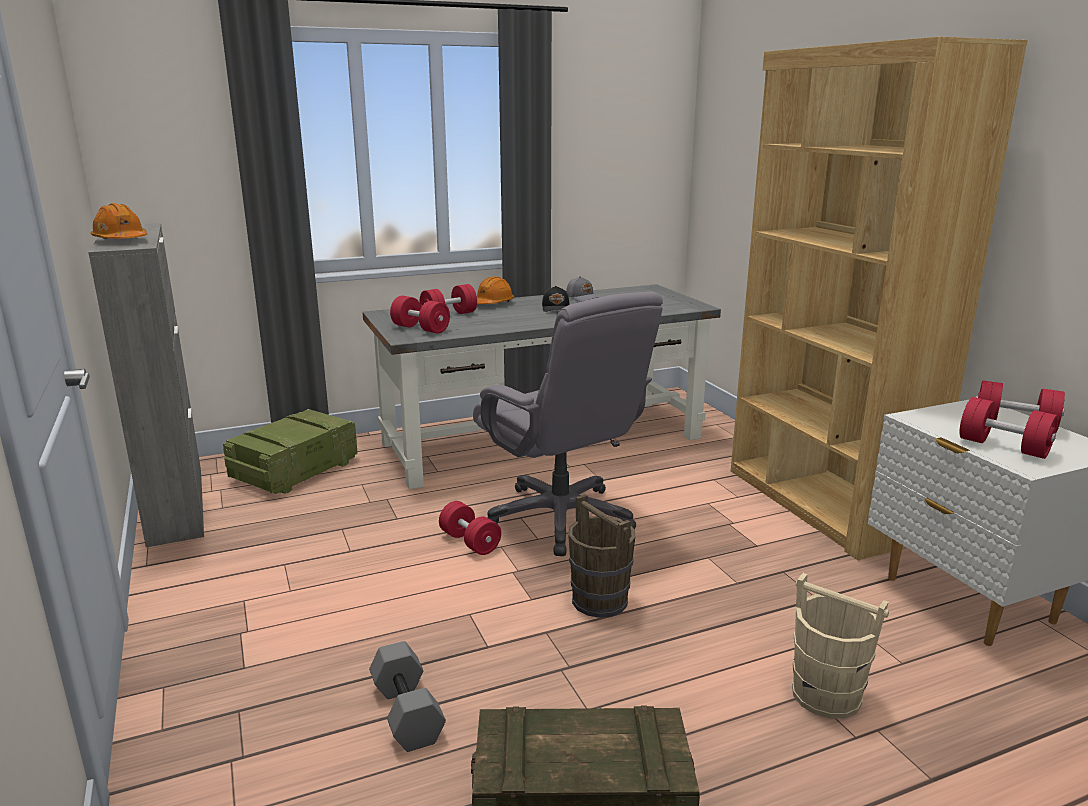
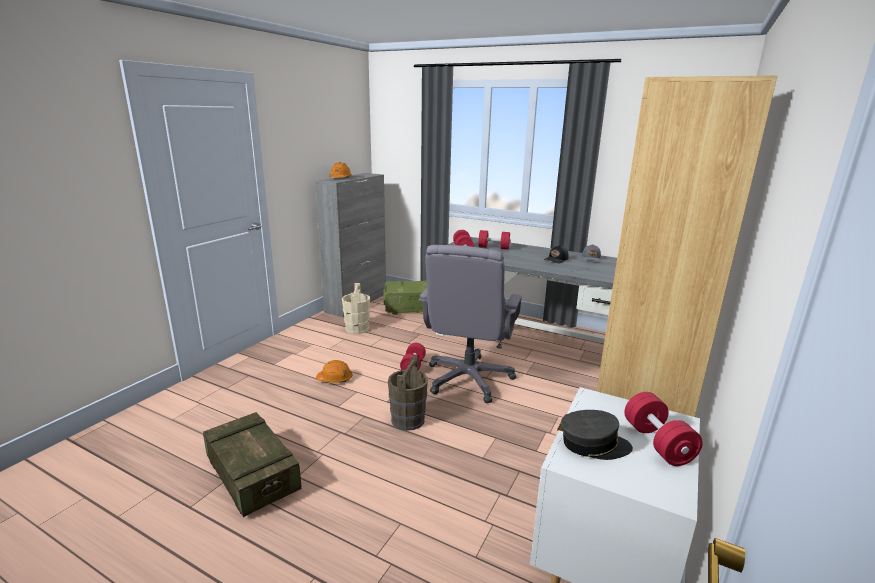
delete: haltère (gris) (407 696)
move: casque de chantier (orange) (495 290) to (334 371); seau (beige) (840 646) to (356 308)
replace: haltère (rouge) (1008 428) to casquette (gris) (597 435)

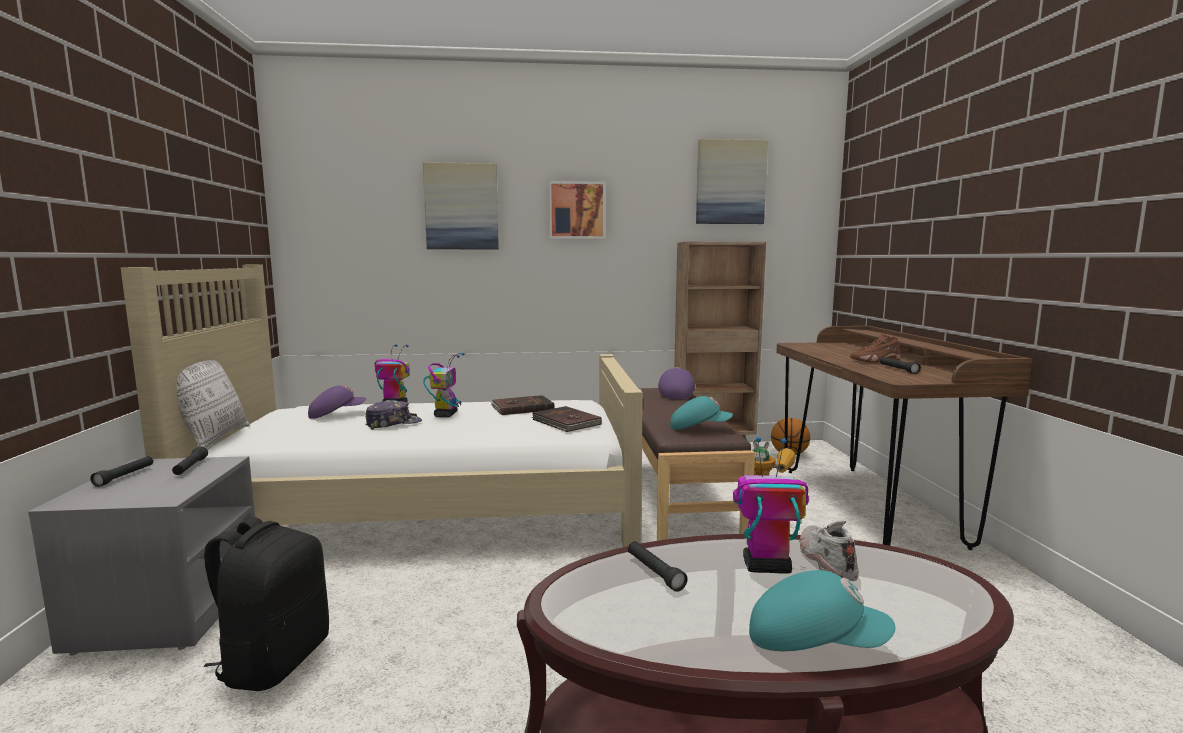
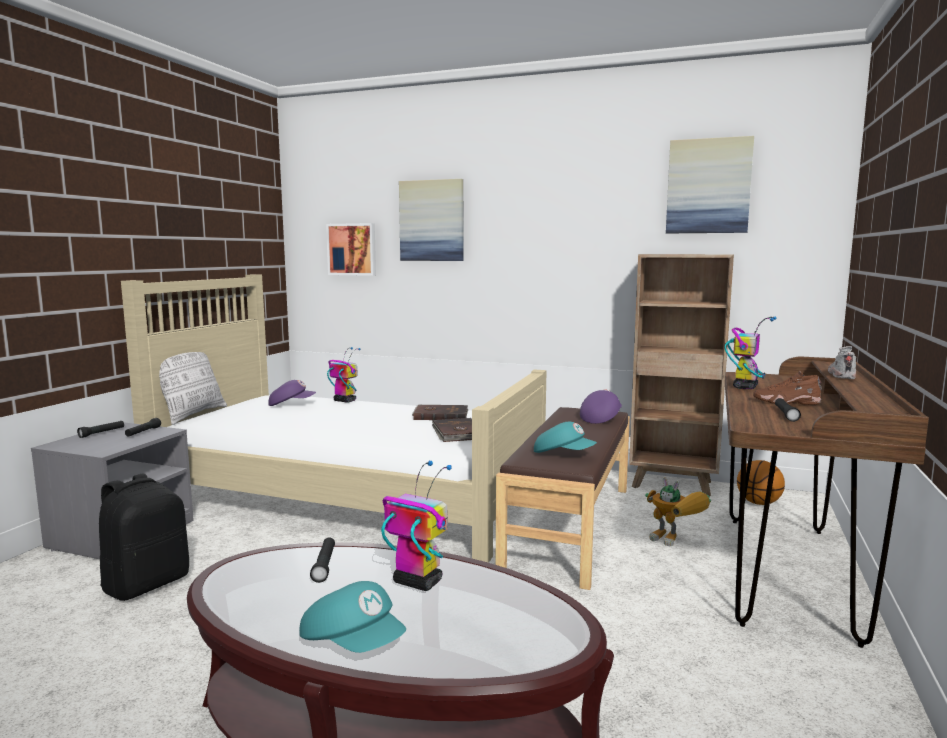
delete: casquette (393 415)
move: tableau (577 210) to (351 249); robot jouet (443 385) to (750 353); chaussure (blanc) (829 551) to (842 362)

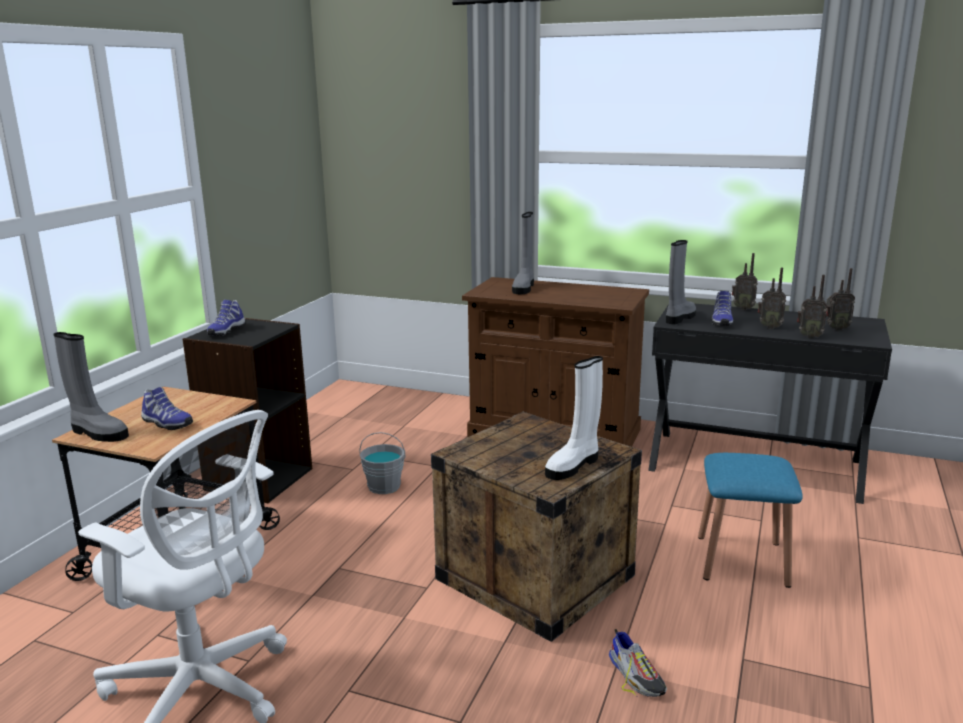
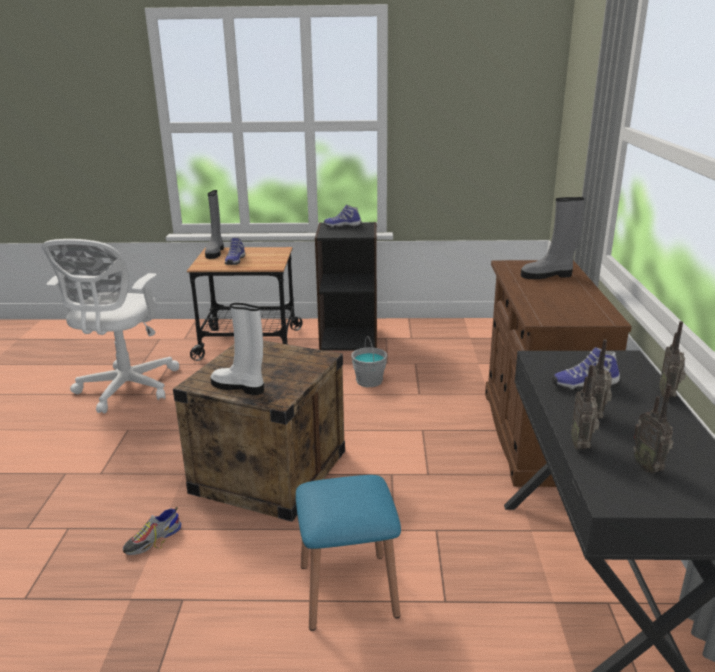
delete: botte (gris) (681 282)

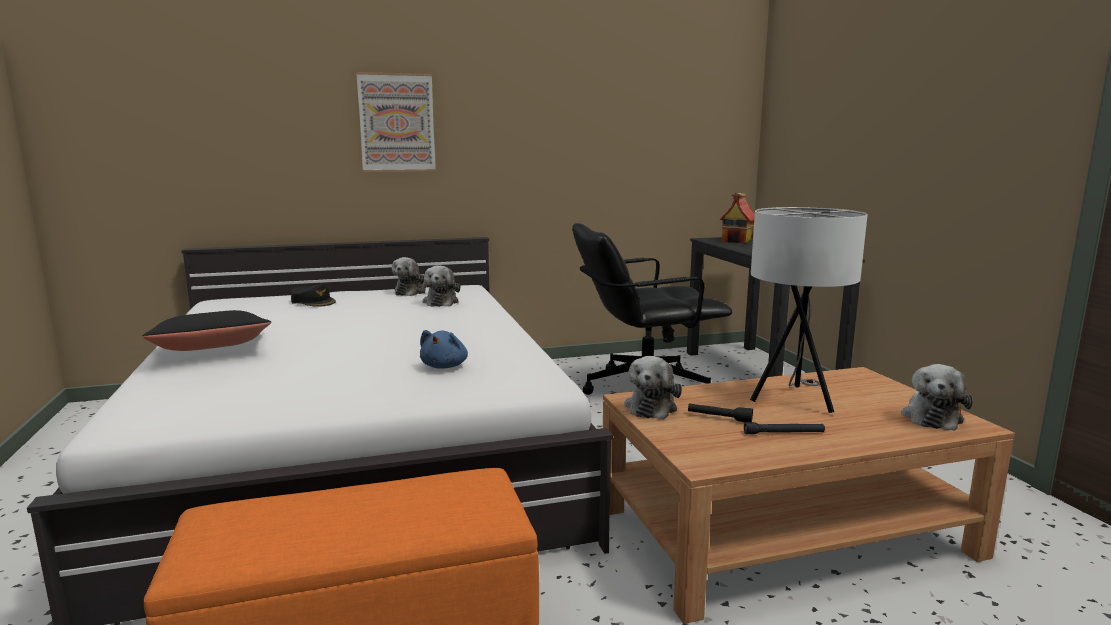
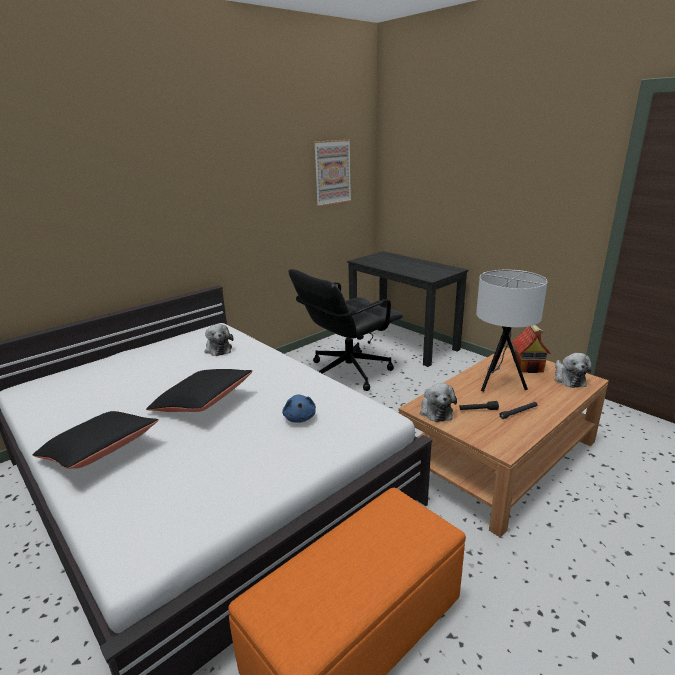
delete: casquette (noir) (313 295); peluche (409 276)
insert: coussin (noir) (199 390)
move: tableau (396 122) to (333 173); maison miniature (737 218) to (531 349)

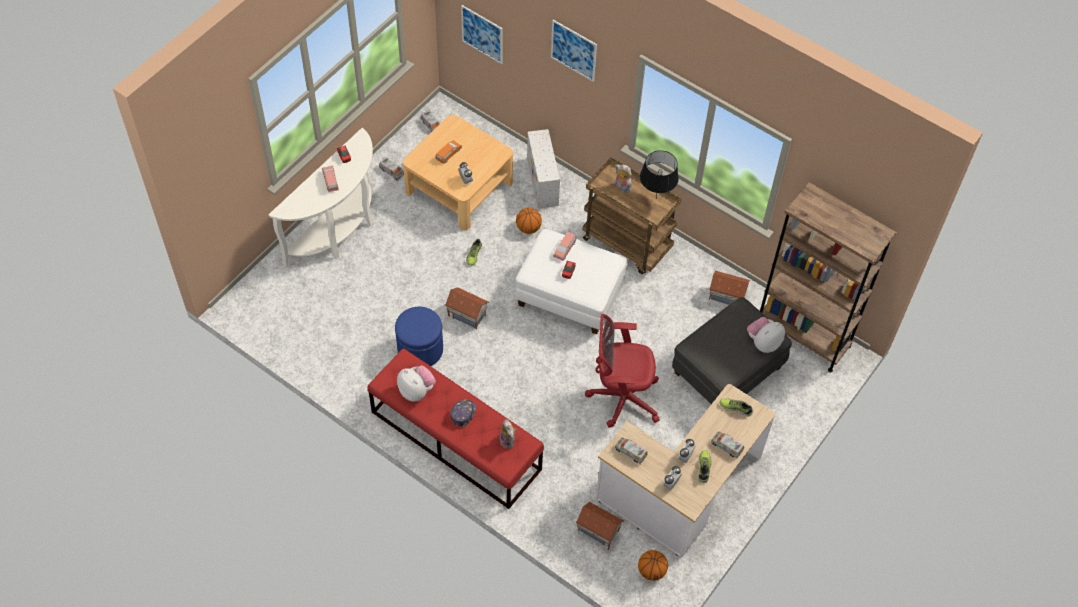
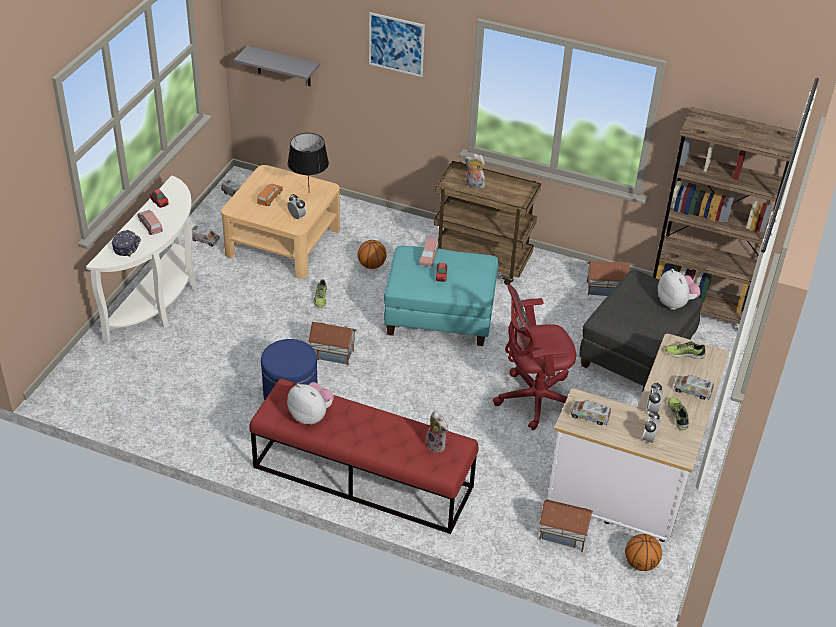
delete: boîte de rangement (blanc) (543 168)
move: casquette (463 413) to (126 243); lampe de table (noir) (659 174) to (308 158)
replace: tableau (482 34) to étagère (gris) (277 66)
recolor: pouf (blanc) (571 281) to pouf (turquoise) (441 296)
rotate: peluche (766 335) = (679 289) 120 degrees clockwise

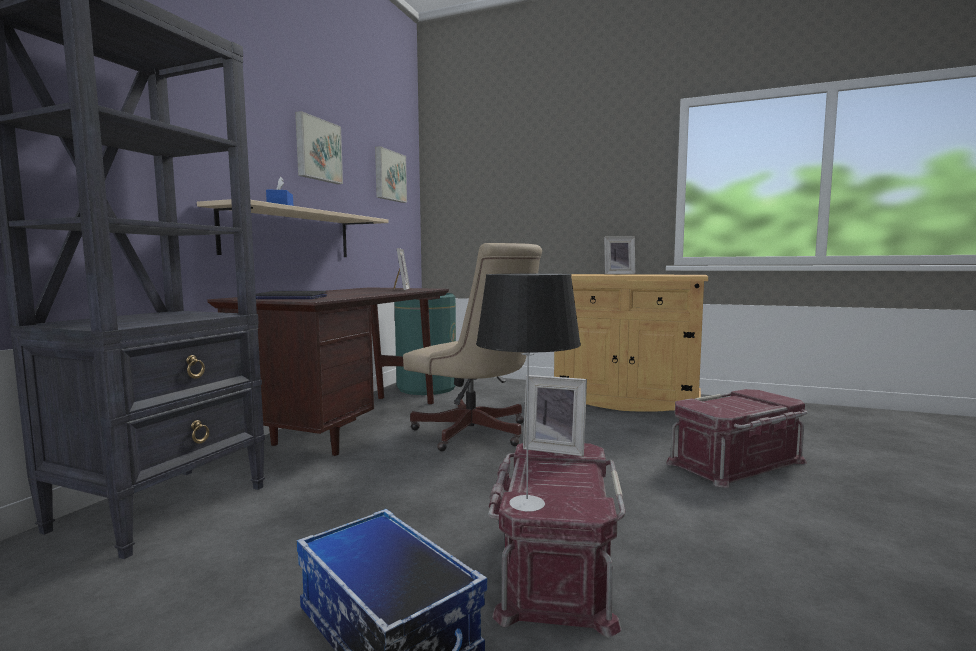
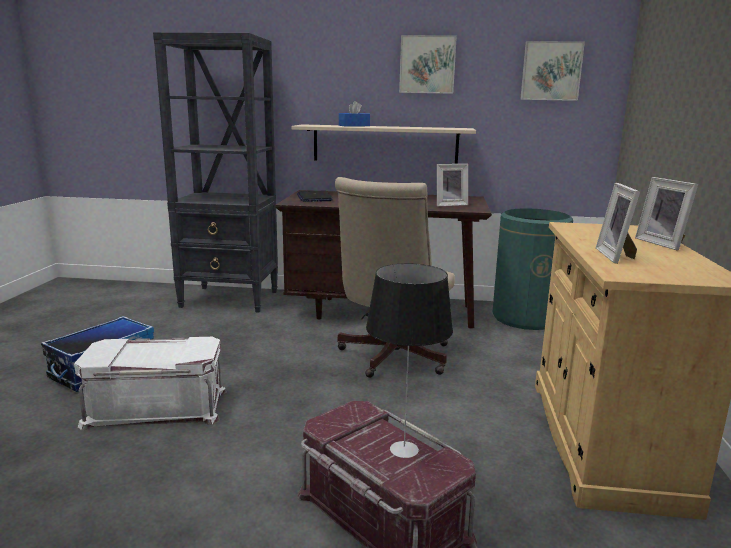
move: lampe de table (528 392) to (409 360); cadre photo (555 415) to (618 223)
recolor: boîte de rangement (rouge) (557 540) to boîte de rangement (blanc) (150 383)

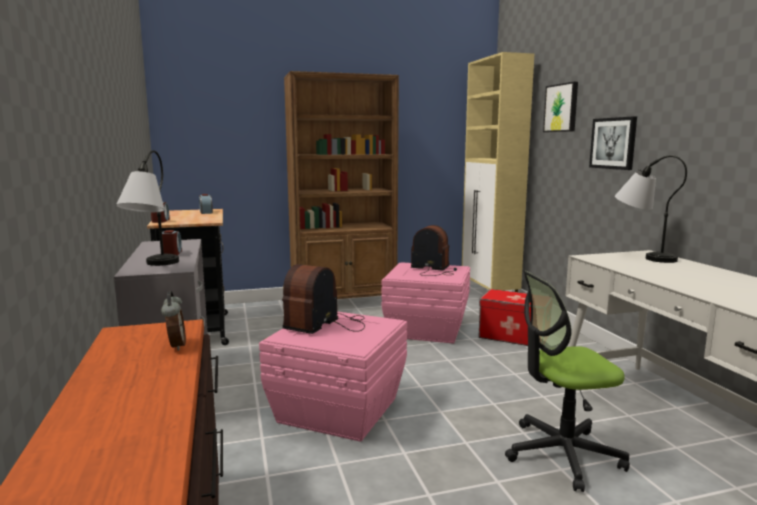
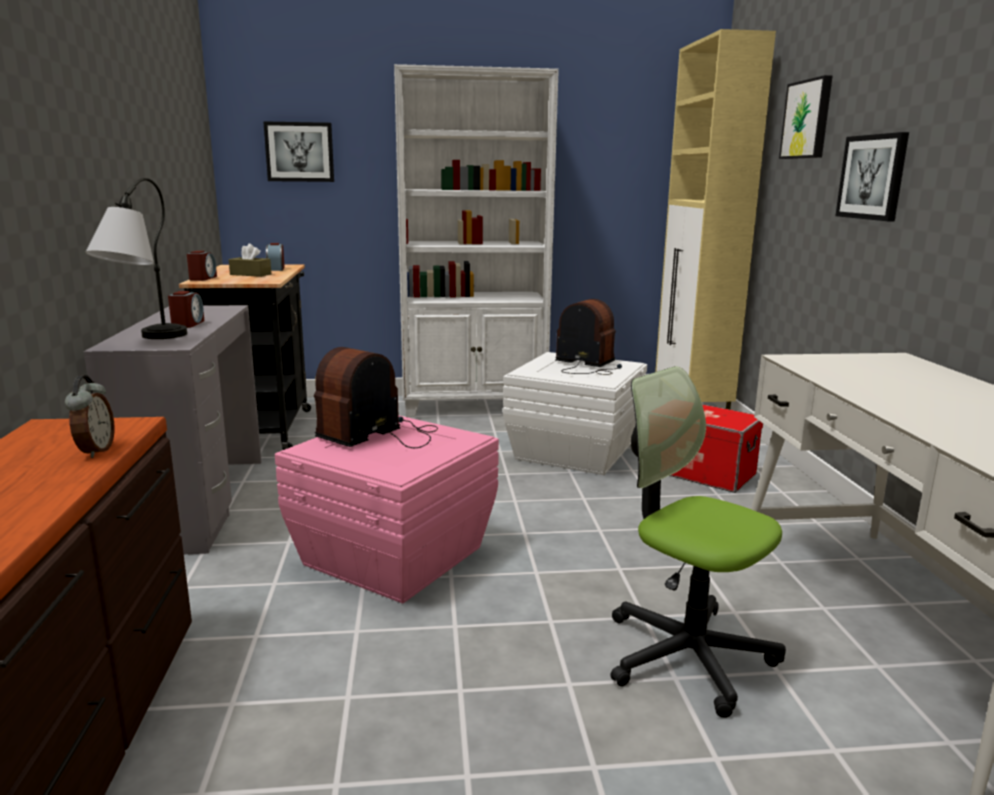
delete: lampe de table (651 209)
insert: boîte à mouchoirs (marron) (250 260); tableau (298 151)
recolor: bibliothèque (marron) (341 185) to bibliothèque (blanc) (476 240); boîte de rangement (rose) (425 303) to boîte de rangement (blanc) (575 413)
rotate: chaise de bureau (567 381) = (698 542) 45 degrees clockwise

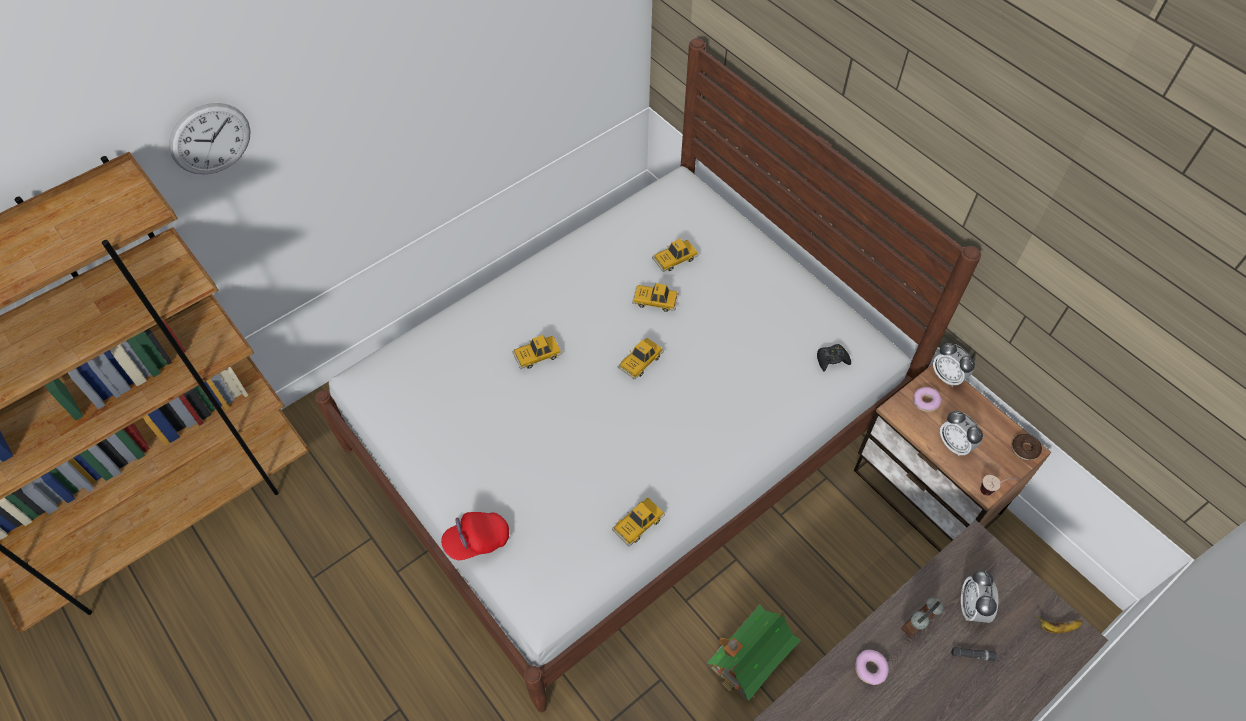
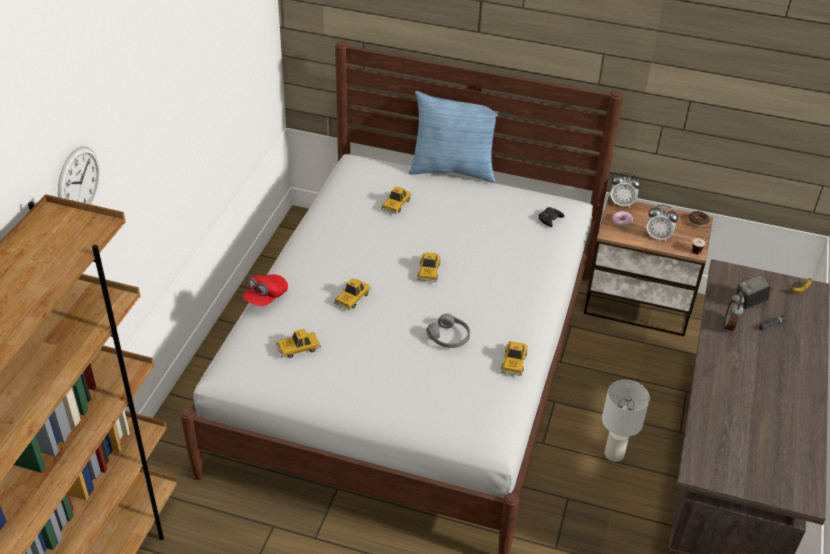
delete: beignet (872 667)
insert: coussin (453 137); casque audio (gris) (448 331)
move: casquette (rouge) (475 536) to (265 290); petite voiture (655 297) to (298 343)
replace: maison miniature (754 653) to lampe de table (blanc) (626 421); réveil (979 596) to appareil photo (753 291)

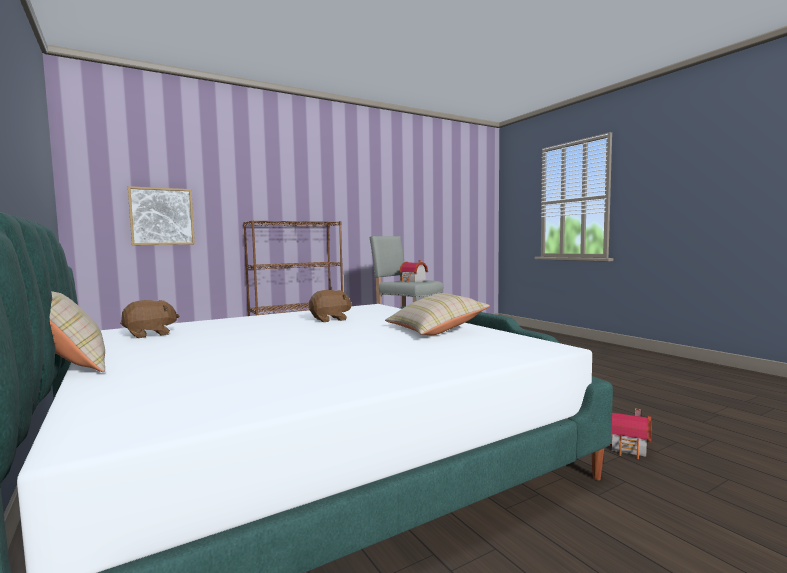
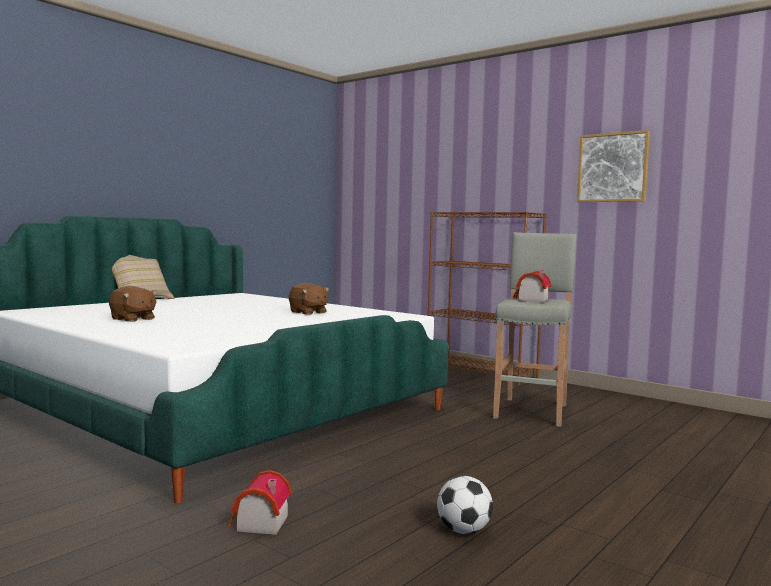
delete: coussin (beige) (437 314)
insert: ballon de foot (465 505)
move: peluche (marron) (149 319) to (133 304); tableau (161 215) to (613 166)

